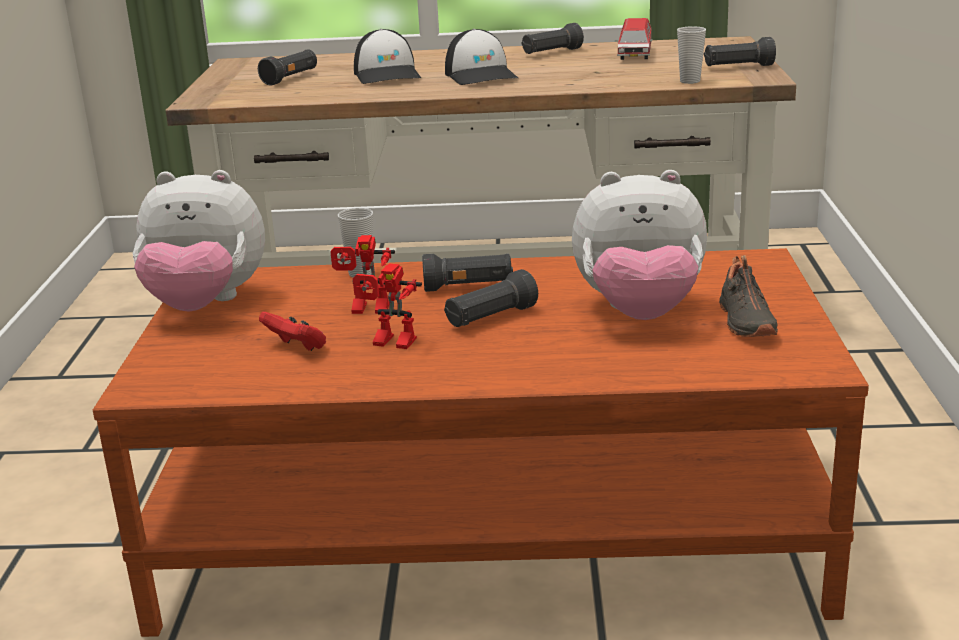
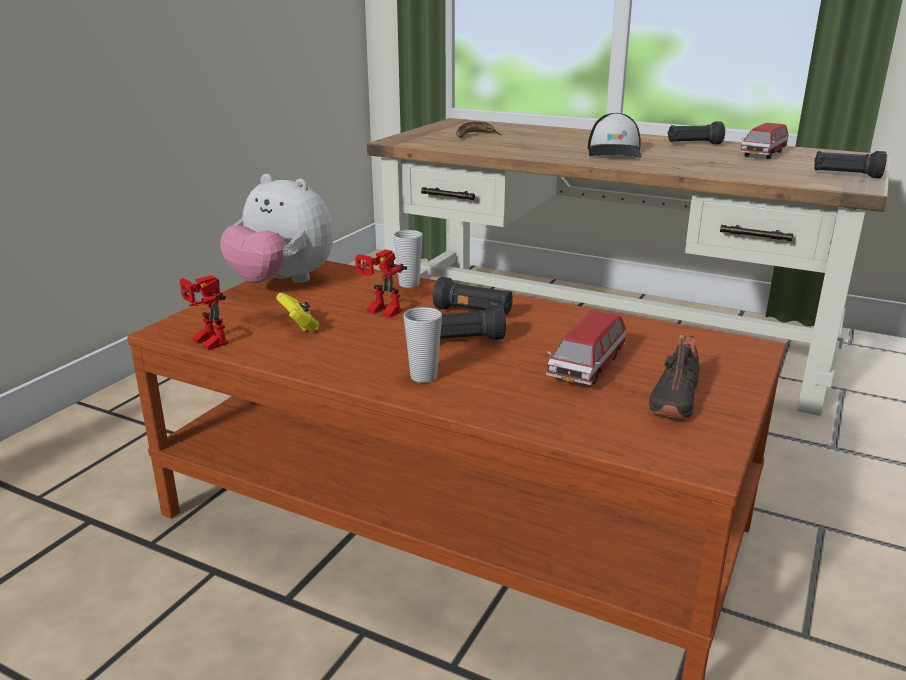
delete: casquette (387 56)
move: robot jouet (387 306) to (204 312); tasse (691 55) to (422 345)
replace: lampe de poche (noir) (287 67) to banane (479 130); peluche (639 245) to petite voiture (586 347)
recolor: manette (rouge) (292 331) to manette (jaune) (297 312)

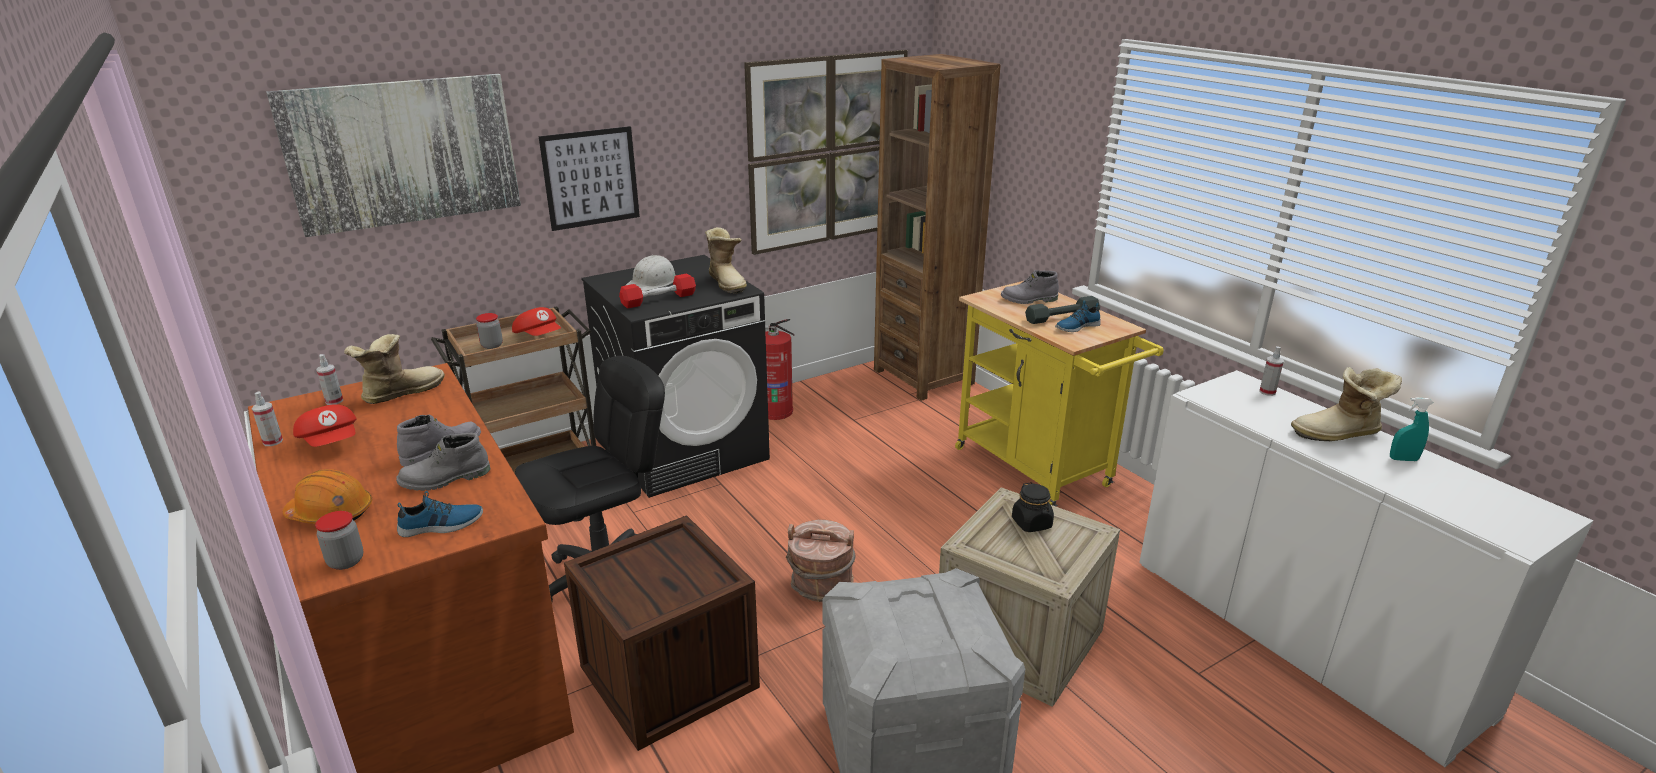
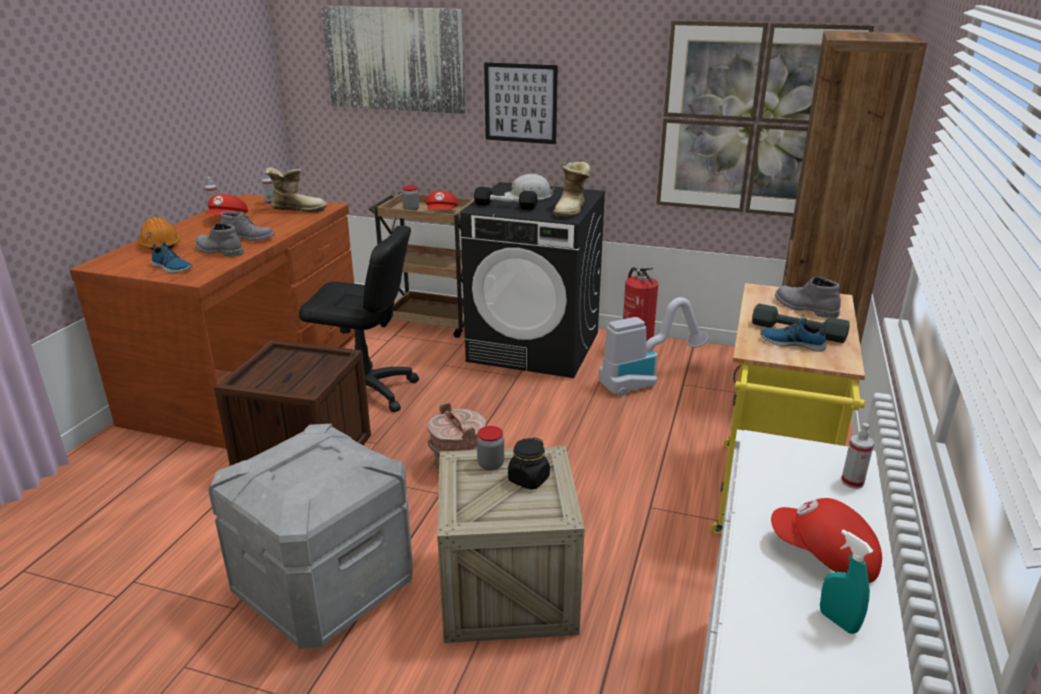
insert: aspirateur (654 347)
move: bocal (339 540) to (490 448)
replace: botte (1346 404) to casquette (rouge) (826 540)
recolor: haltère (rouge) (657 290) to haltère (noir) (506 198)

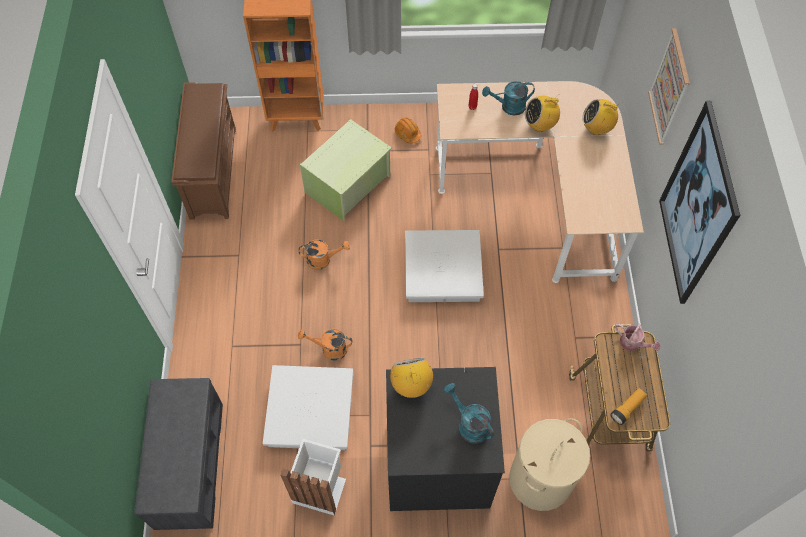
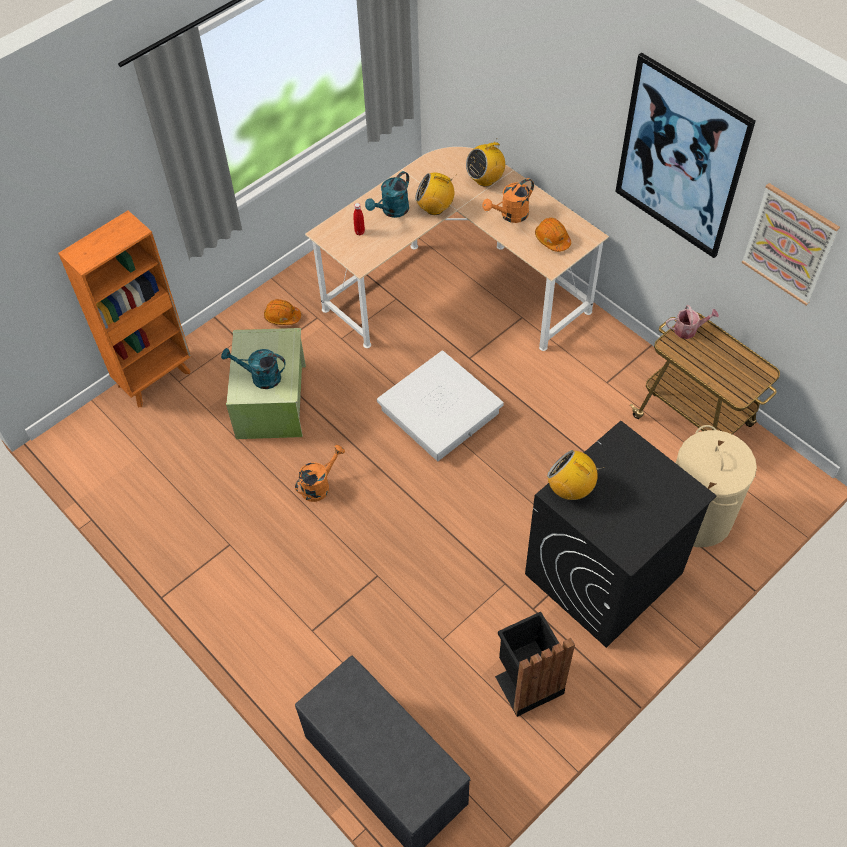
delete: étagère à chaussures (marron) (203 151); boîte de rangement (blanc) (308 407); lampe de poche (628 406)
insert: casque de chantier (orange) (553 235)
move: arrosoir (turquoise) (469 413) to (253 368); arrosoir (orange) (325 345) to (508 200); tableau (669 86) to (791 244)
recolor: poubelle (blanc) (313 477) to poubelle (noir) (535 664)
rotate: radio (542 114) = (436 193) 60 degrees clockwise

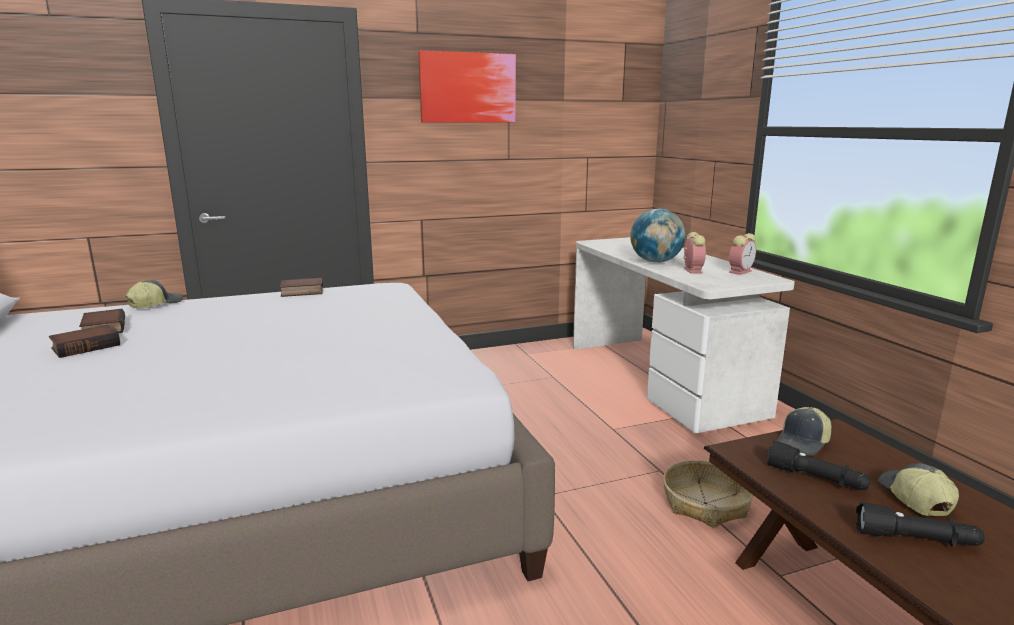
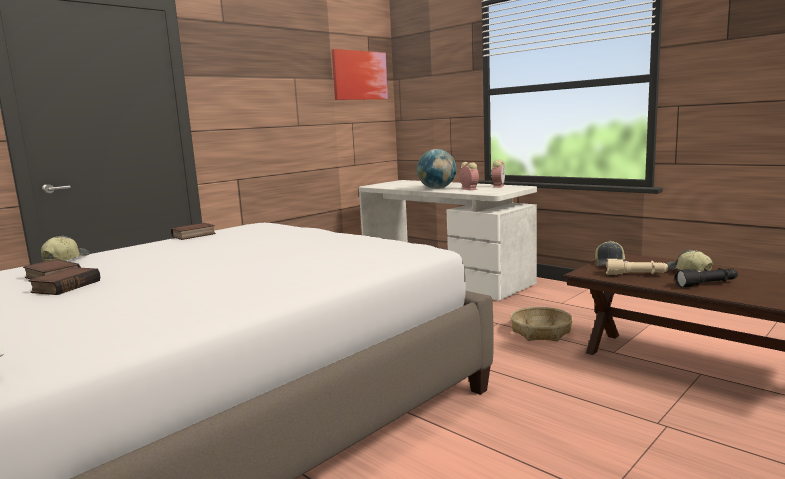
move: tableau (467 86) to (360 74)
recolor: lampe de poche (noir) (819 465) to lampe de poche (beige) (637 267)

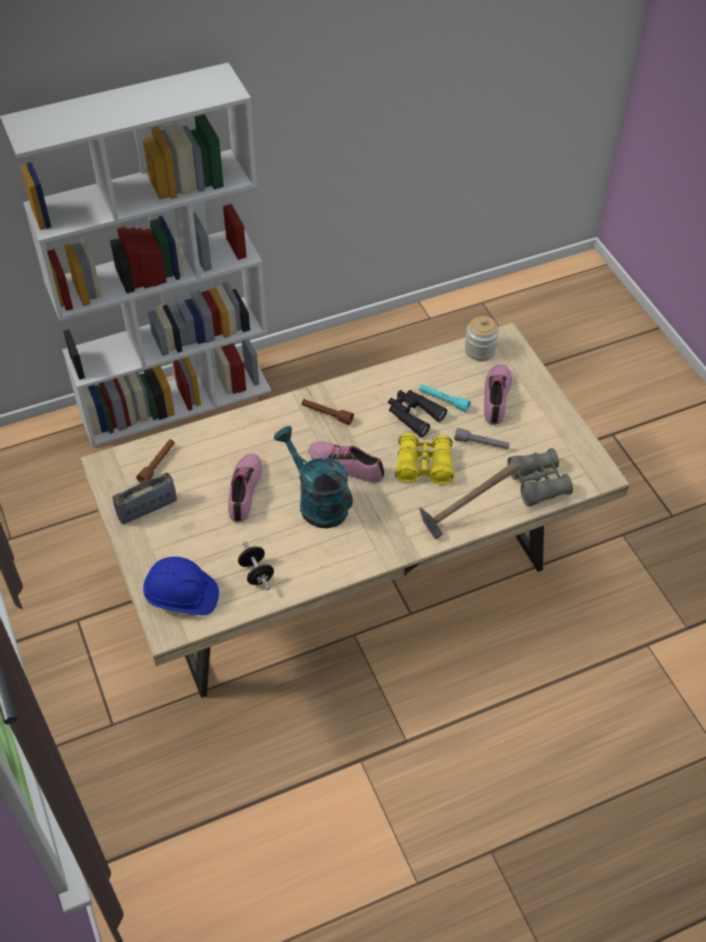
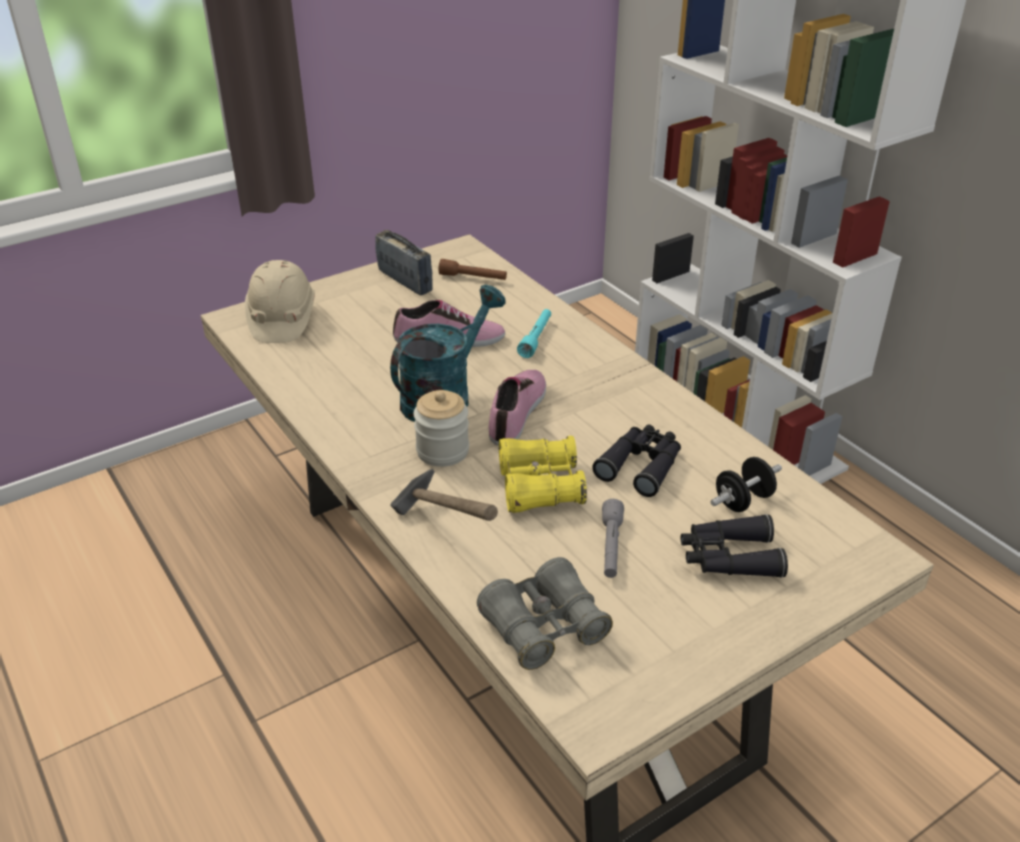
delete: lampe de poche (marron) (327 412)
move: bocal (482 338) to (441 428); lampe de poche (turquoise) (445 398) to (534 333); haltère (noir) (256 565) to (746 484)
replace: chaussure (498 394) to jumelles (noir) (734 546)
recolor: casque de chantier (bleu) (181 586) to casque de chantier (beige) (280 301)

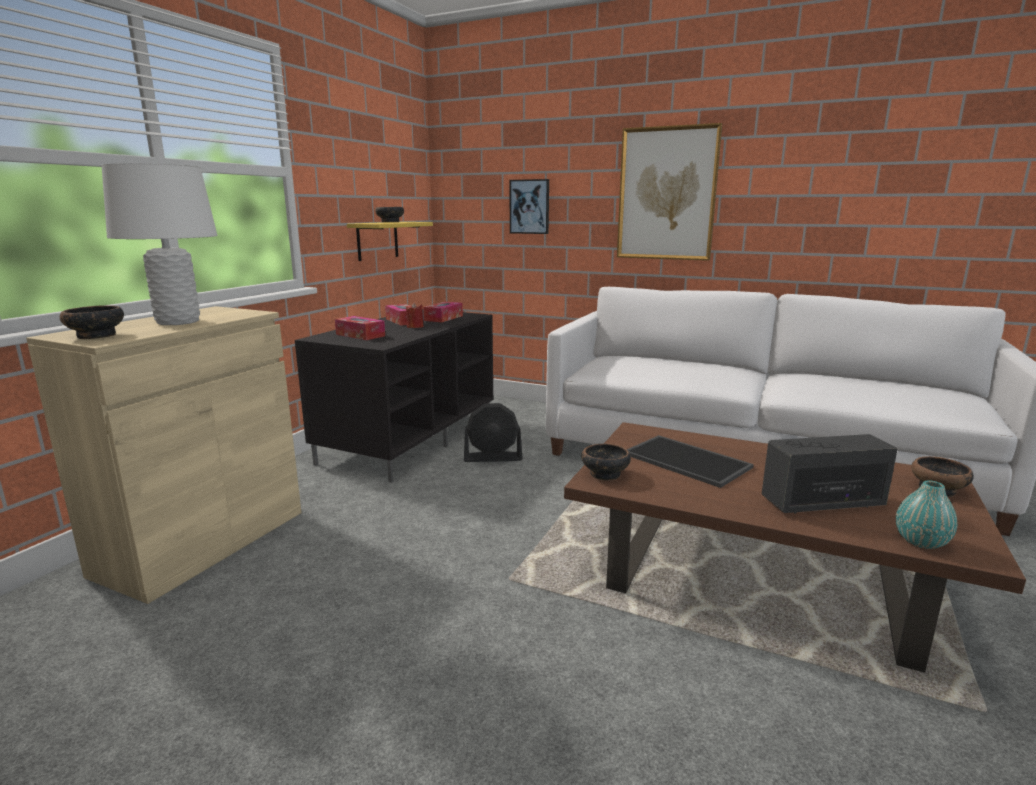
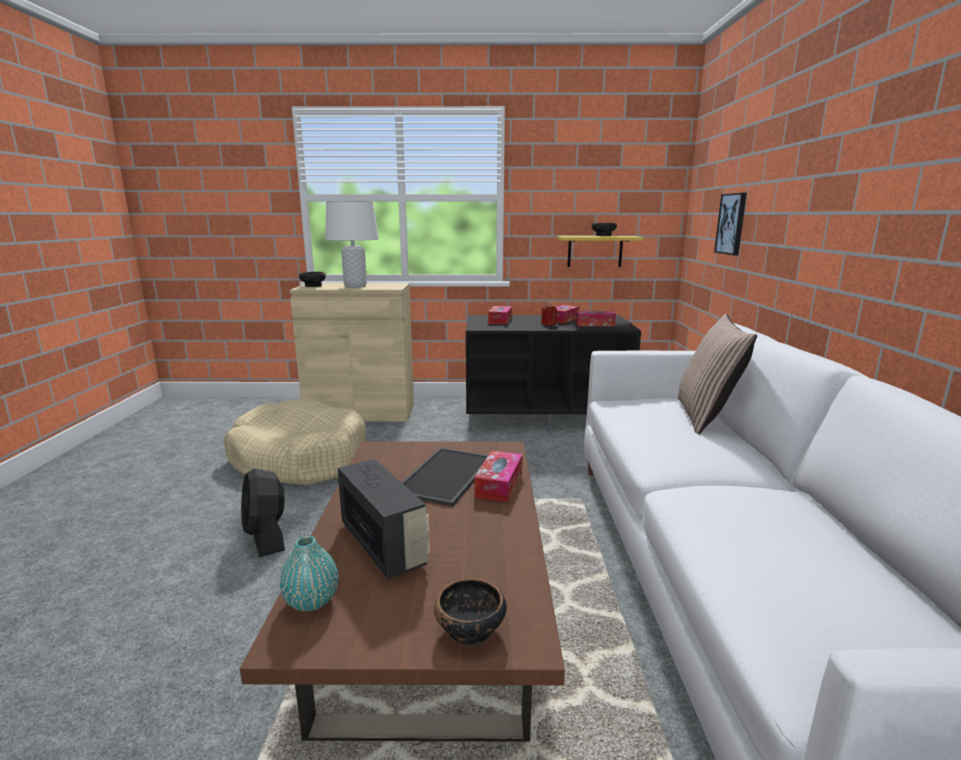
delete: bol (606 462); tableau (669 192)
insert: panier pour chien (beige) (295 442); boîte à mouchoirs (498 477); coussin (717 374)
move: ventilateur (noir) (493 432) to (263 512)

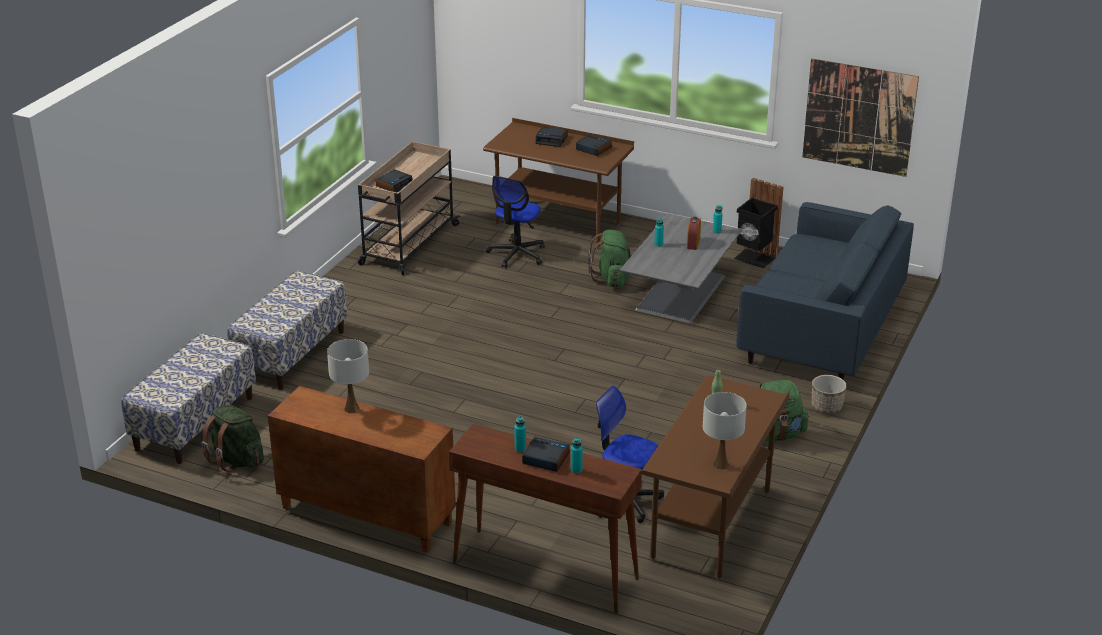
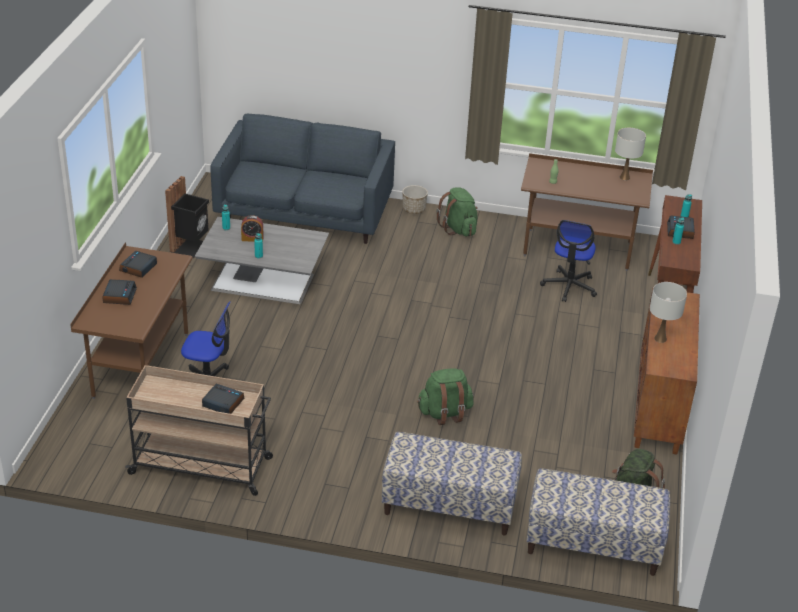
delete: tableau (860 117)
move: sac à dos (vert) (610 259) to (445 397)

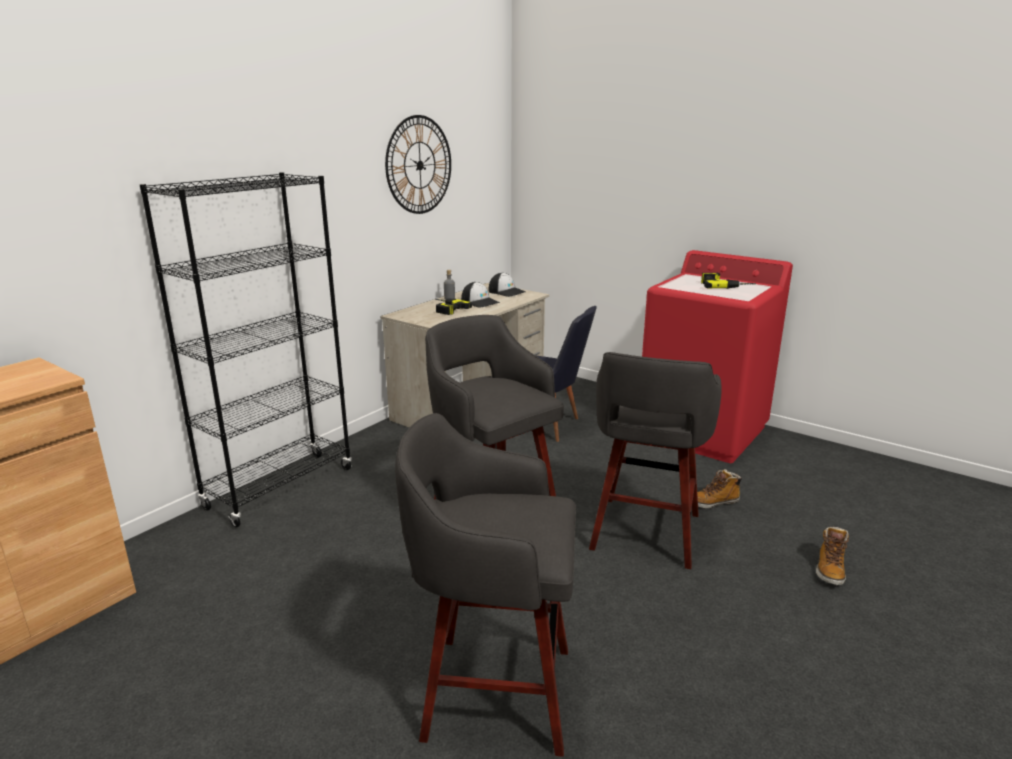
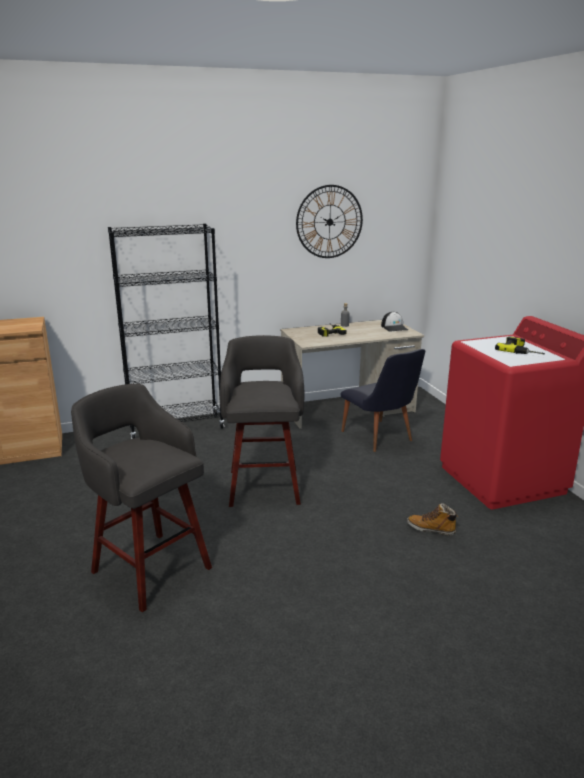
delete: casquette (480 295); tabouret (gris) (655 460); botte (832 555)

